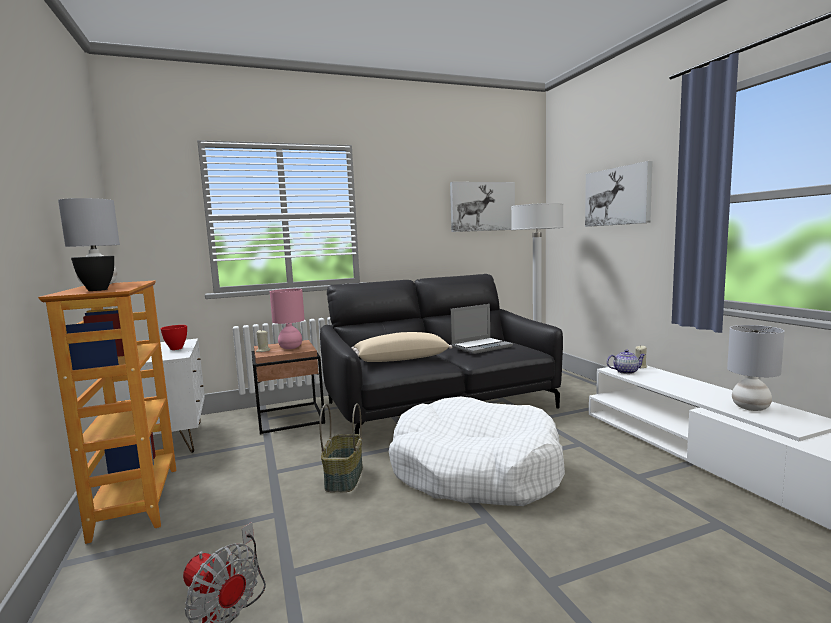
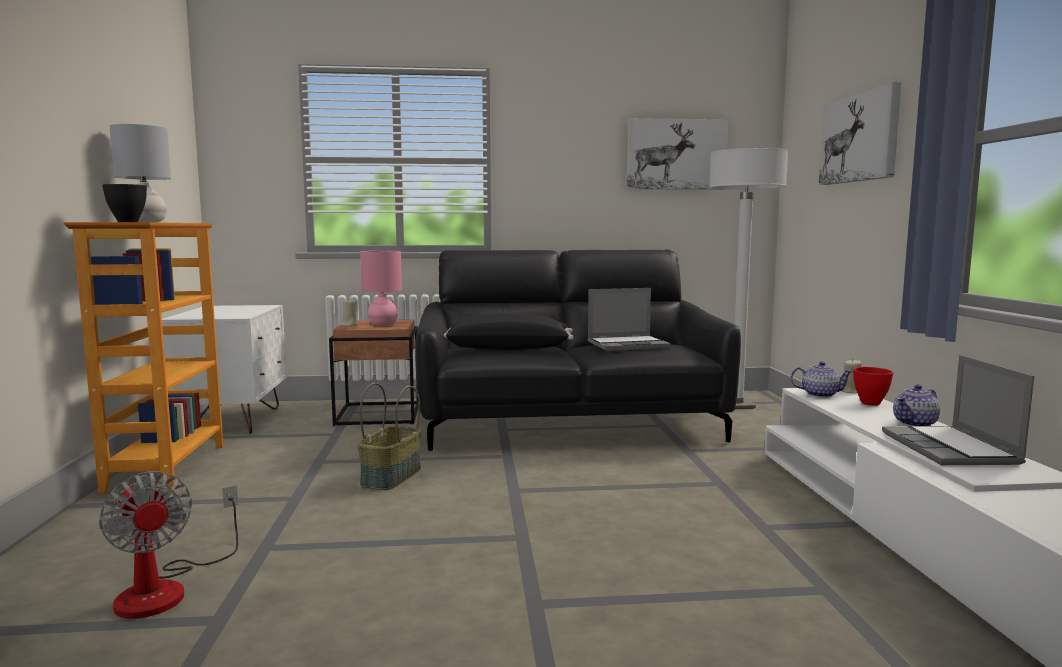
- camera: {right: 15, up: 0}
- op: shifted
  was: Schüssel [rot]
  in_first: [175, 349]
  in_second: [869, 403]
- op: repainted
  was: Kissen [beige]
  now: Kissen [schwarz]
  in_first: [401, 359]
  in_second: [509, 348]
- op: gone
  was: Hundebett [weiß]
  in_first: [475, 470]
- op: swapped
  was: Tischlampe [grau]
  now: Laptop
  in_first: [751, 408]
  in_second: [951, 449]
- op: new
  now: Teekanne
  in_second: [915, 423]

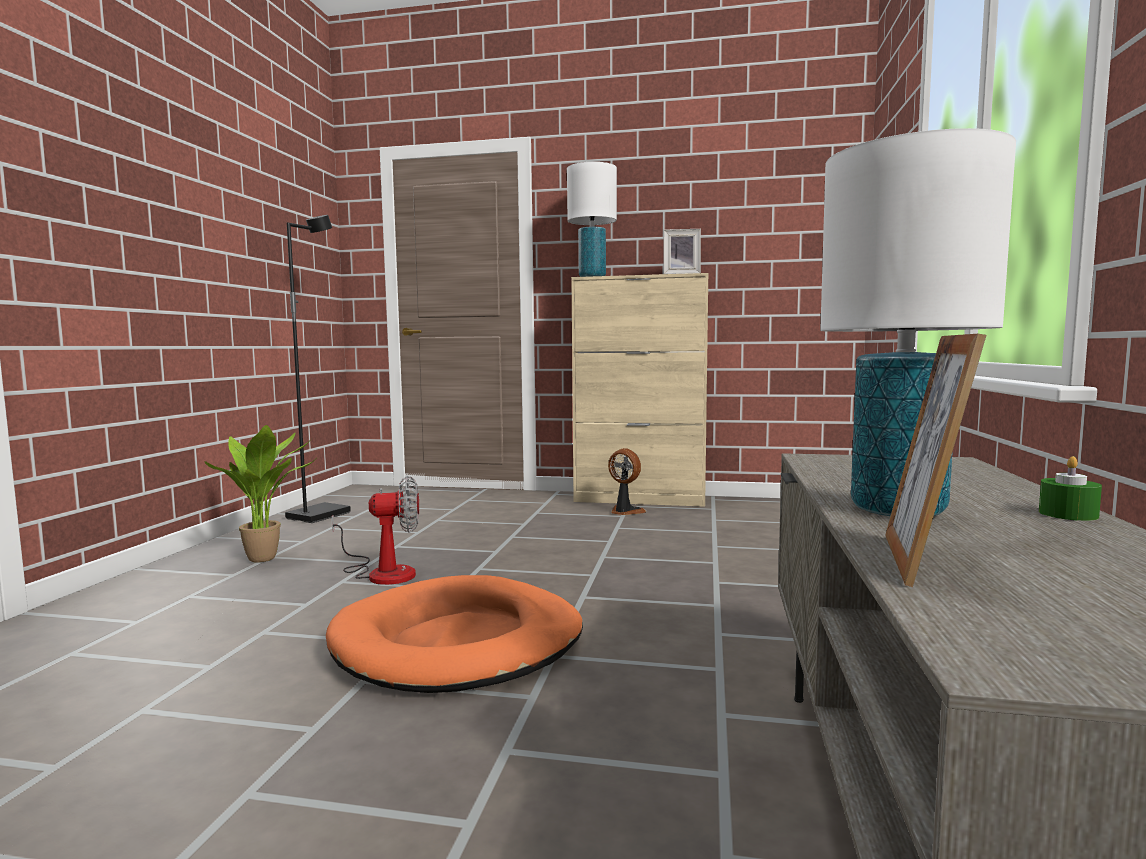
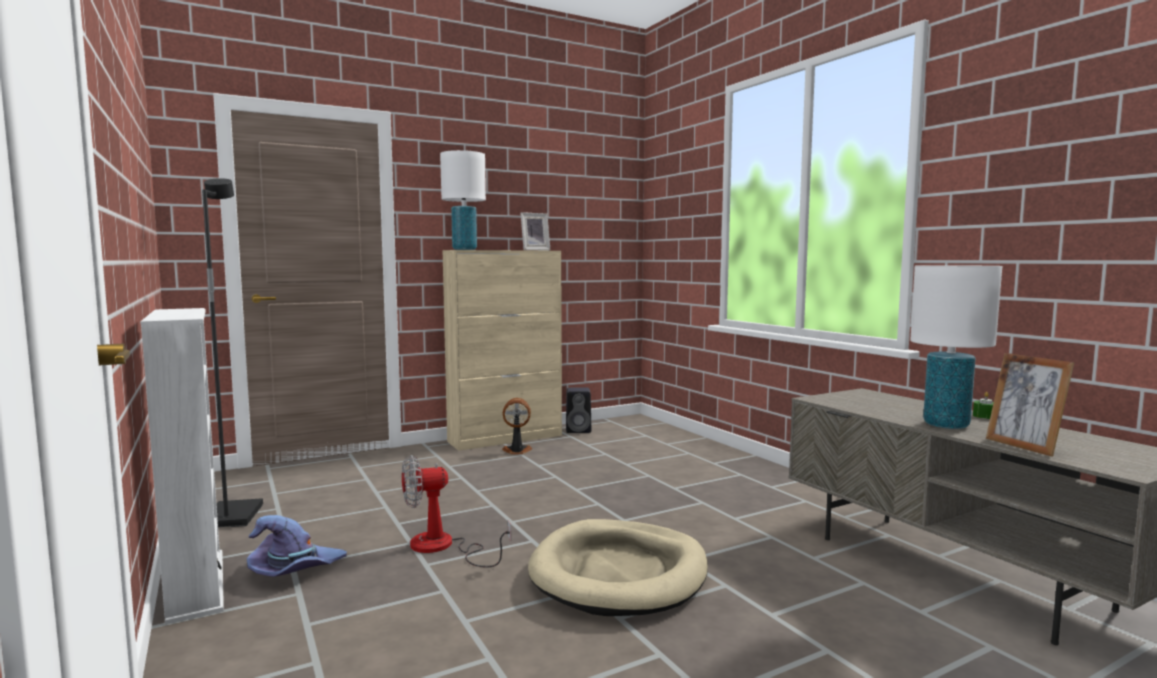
- camera: {right: -40, up: 0}
- op: swapped
  was: Topfpflanze
  now: Hut [lila]
  in_first: [267, 559]
  in_second: [295, 570]
- op: repainted
  was: Hundebett [orange]
  now: Hundebett [beige]
  in_first: [459, 642]
  in_second: [619, 573]
- op: rotated
  was: Ventilator
  in_first: [382, 572]
  in_second: [443, 547]
  clockwise: -150
- op: new
  now: Bücherregal [weiß]
  in_second: [195, 585]
- op: new
  now: Lautsprecher [schwarz]
  in_second: [579, 430]

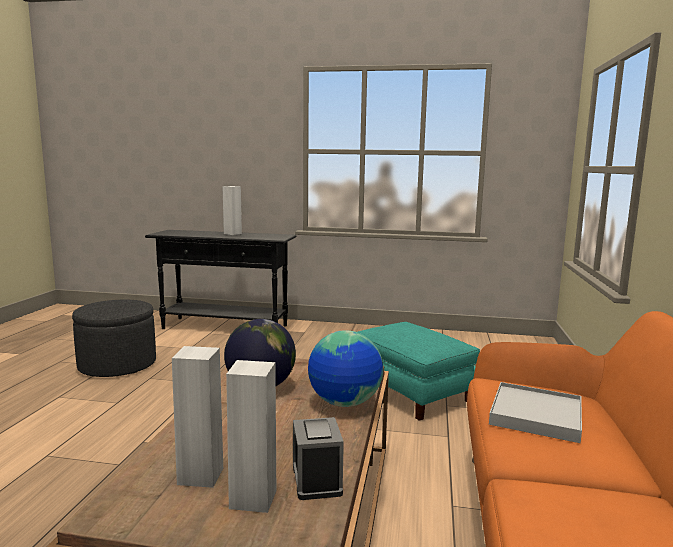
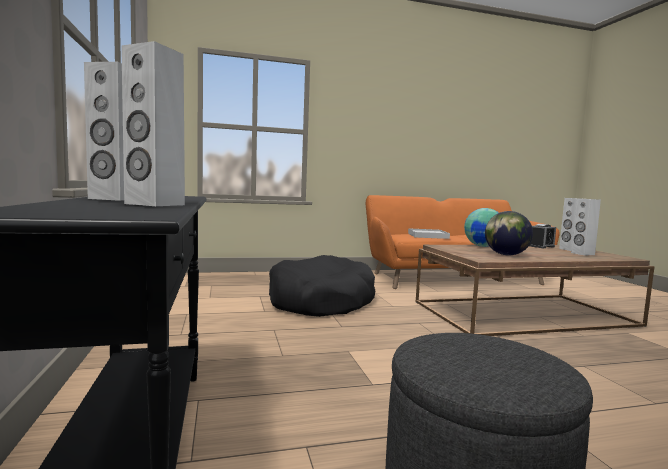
- camera: {right: -115, up: -5}
- op: swapped
  was: Polsterhocker [türkis]
  now: Hundebett [schwarz]
  in_first: [412, 392]
  in_second: [321, 301]
- op: new
  now: Lautsprecher [weiß]
  in_second: [154, 204]

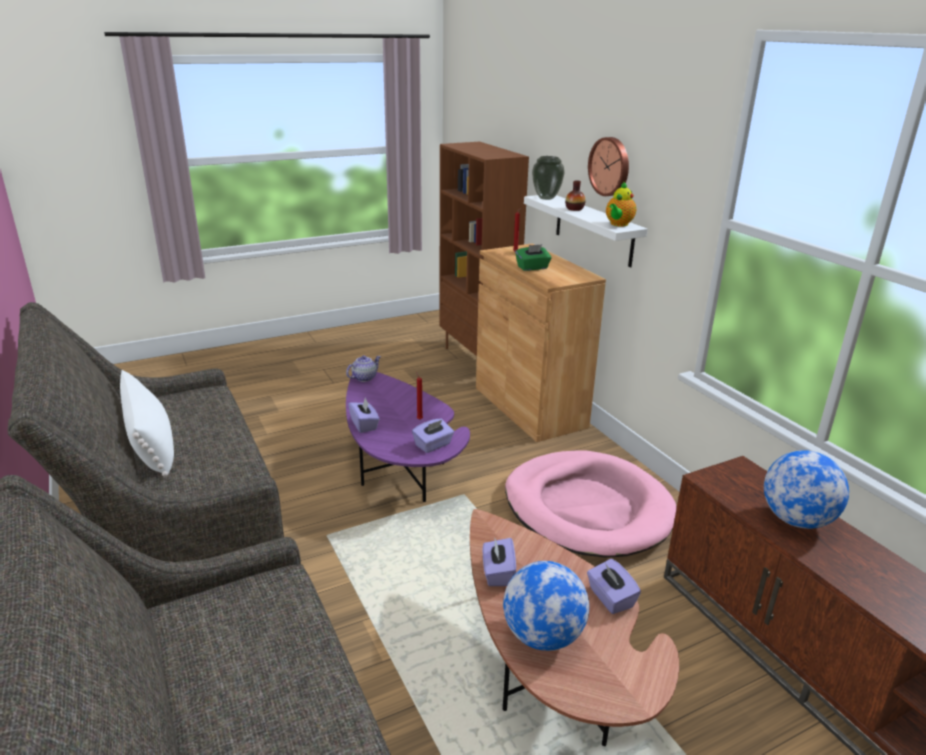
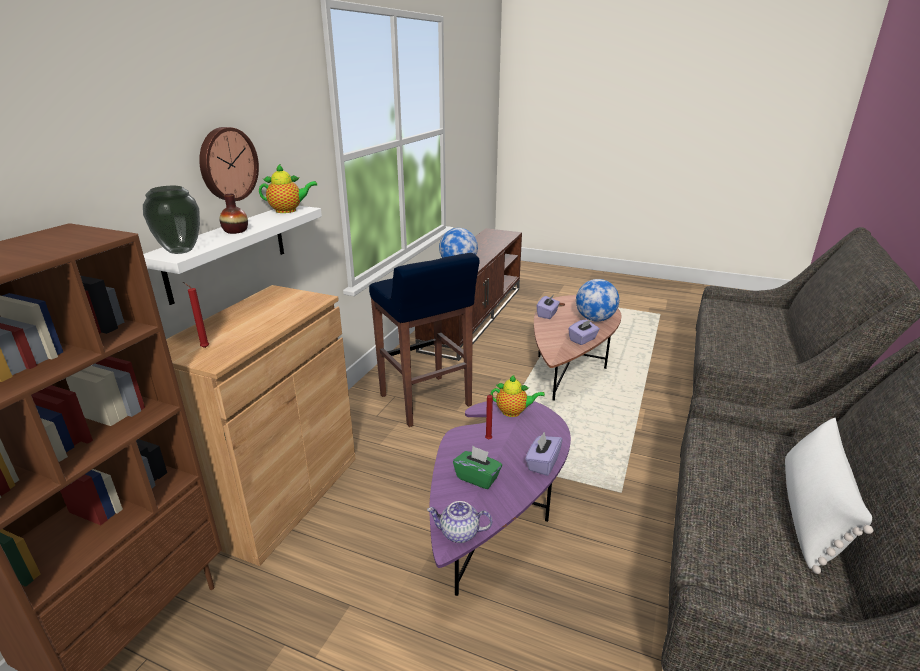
- camera: {right: -130, up: 0}
- op: swapped
  was: Taschentuchbox [lila]
  now: Teekanne
  in_first: [433, 445]
  in_second: [513, 412]
- op: swapped
  was: Hundebett [rosa]
  now: Hocker [blau]
  in_first: [587, 508]
  in_second: [426, 401]
- op: shifted
  was: Taschentuchbox [grün]
  in_first: [532, 268]
  in_second: [477, 478]

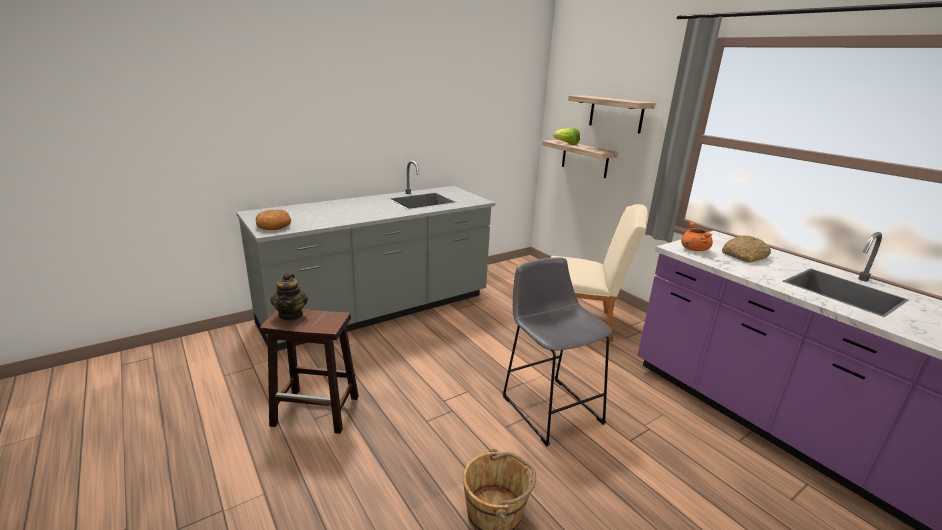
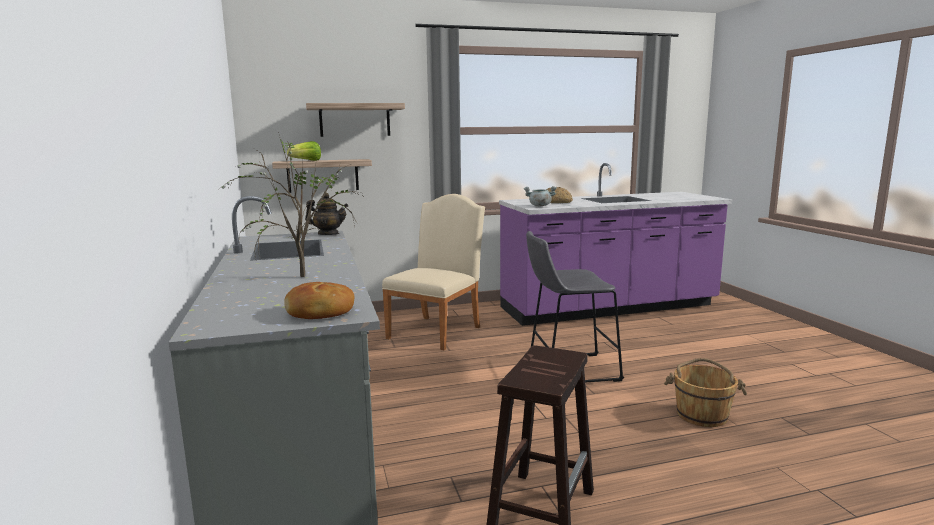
- camera: {right: -70, up: -10}
- op: shifted
  was: Teekanne
  in_first: [291, 315]
  in_second: [328, 234]
- op: repainted
  was: Kochtopf [orange]
  now: Kochtopf [grau]
  in_first: [693, 249]
  in_second: [539, 206]
- op: new
  now: Topfpflanze
  in_second: [299, 276]

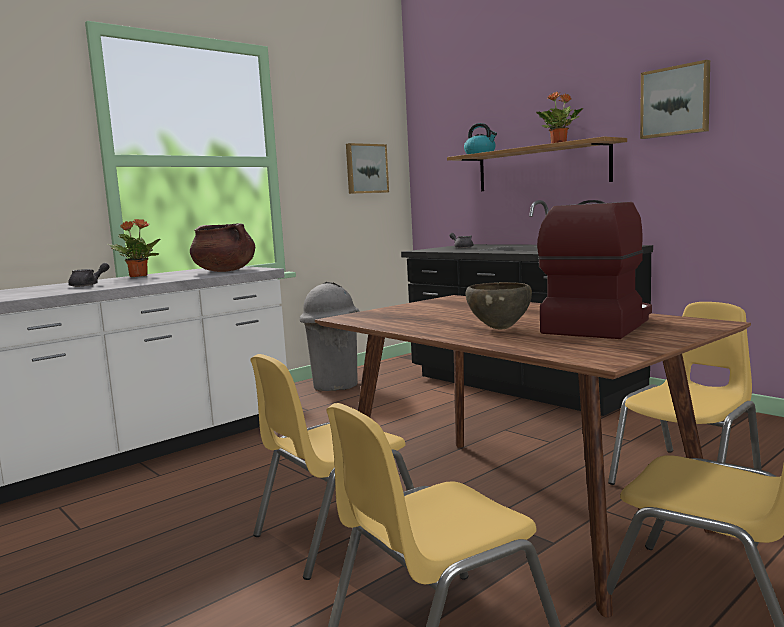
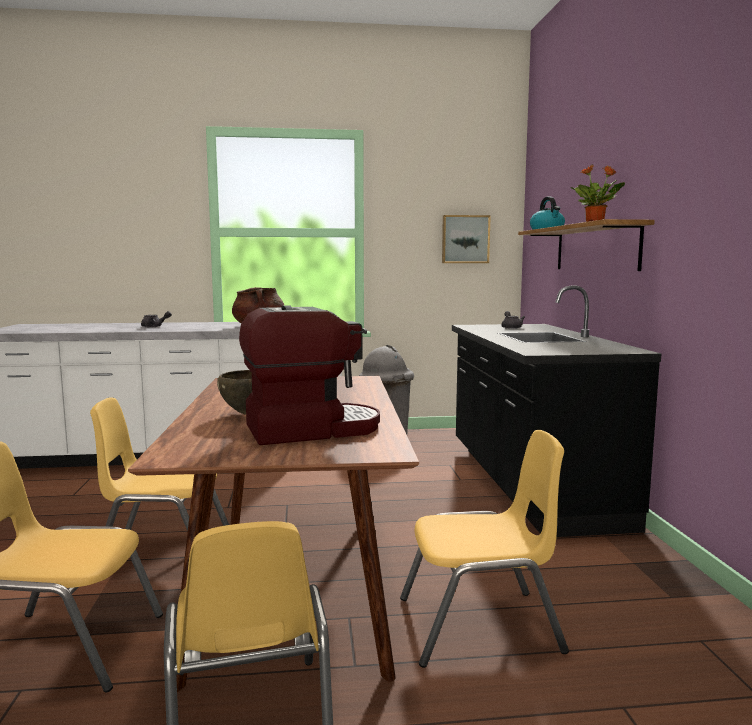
- camera: {right: 35, up: 0}
- op: gone
  was: Topfpflanze
  in_first: [138, 276]
- op: gone
  was: Bild
  in_first: [675, 101]

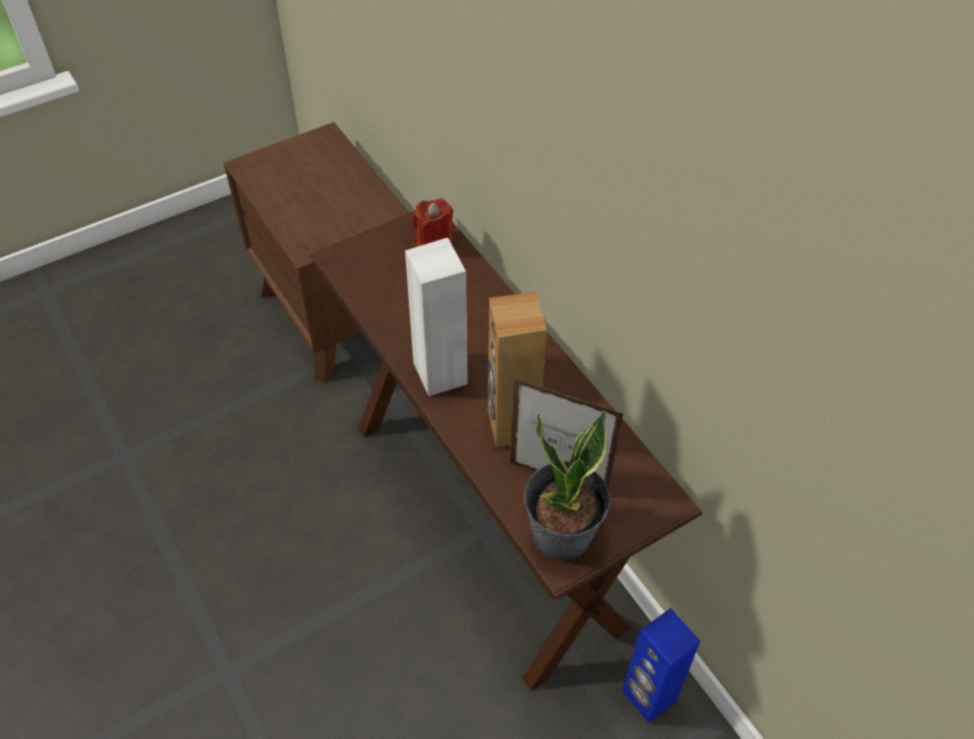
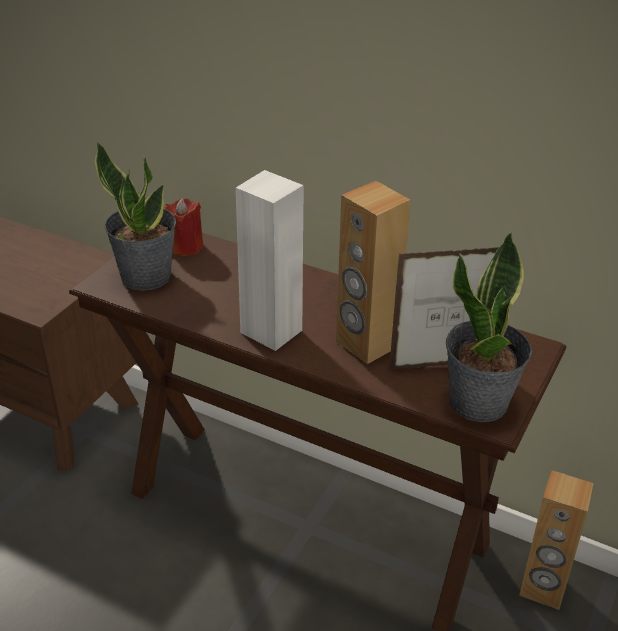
- camera: {right: -30, up: -15}
- op: repainted
  was: Lautsprecher [blau]
  now: Lautsprecher [braun]
  in_first: [648, 696]
  in_second: [543, 589]
- op: new
  now: Topfpflanze
  in_second: [146, 276]

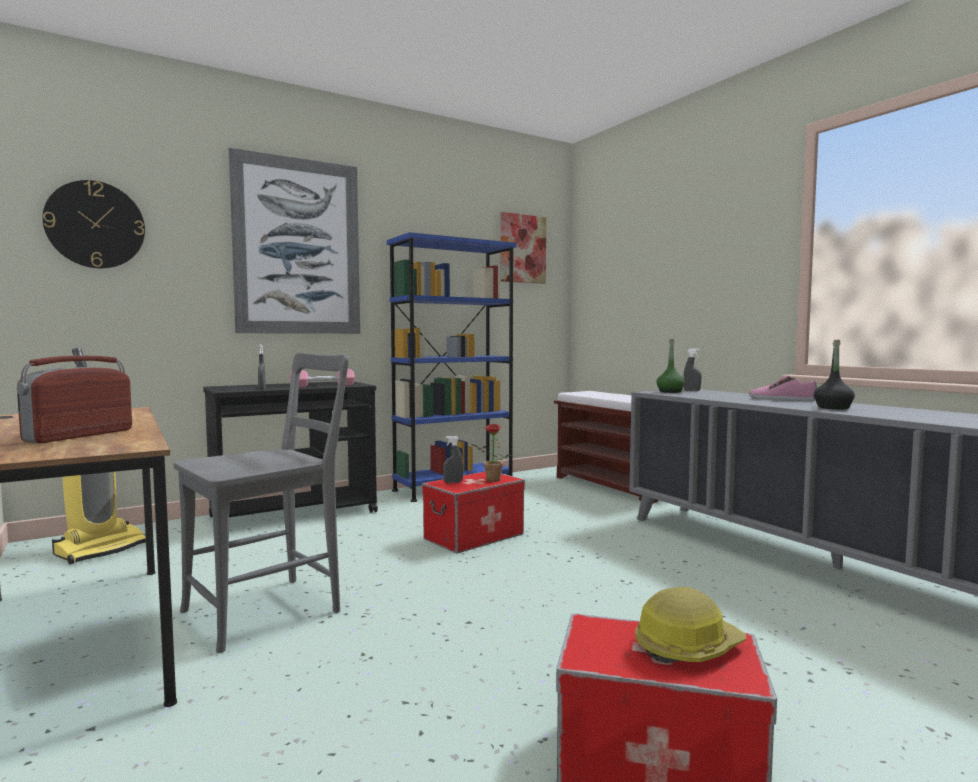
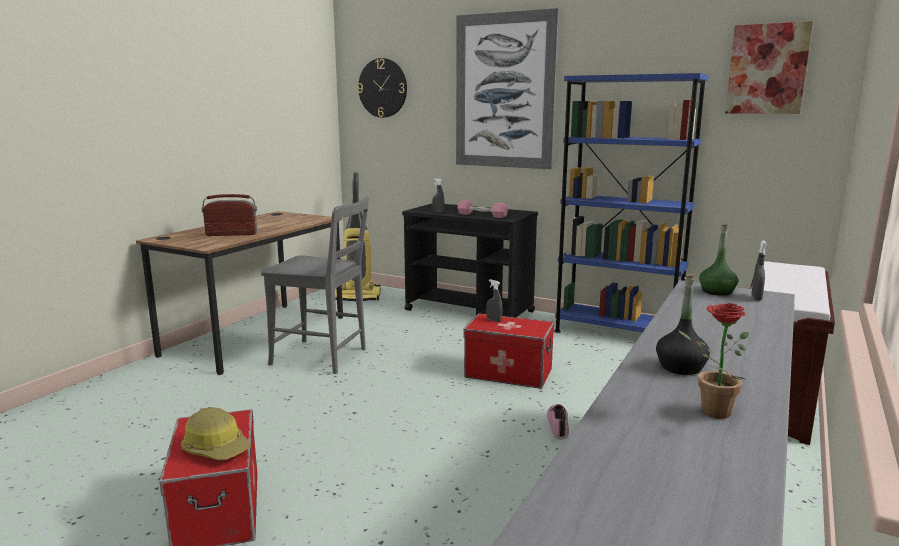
- camera: {right: 60, up: 10}
- op: shifted
  was: Topfpflanze
  in_first: [490, 480]
  in_second: [709, 411]
- op: shifted
  was: Schuh
  in_first: [782, 399]
  in_second: [559, 424]

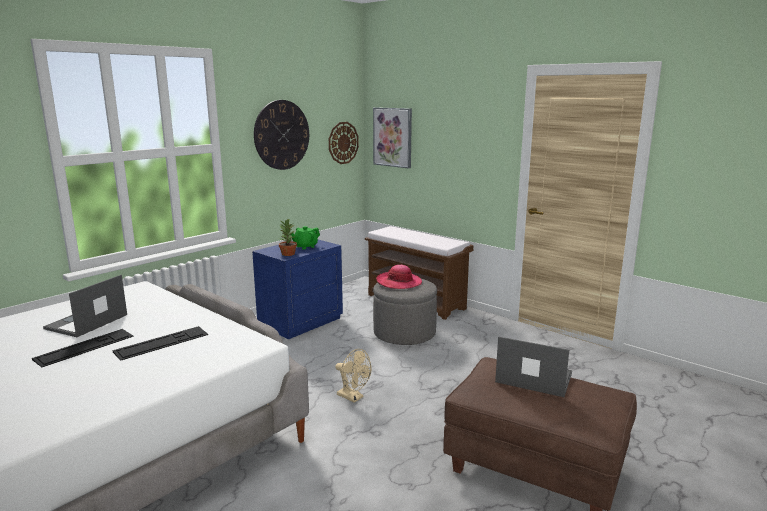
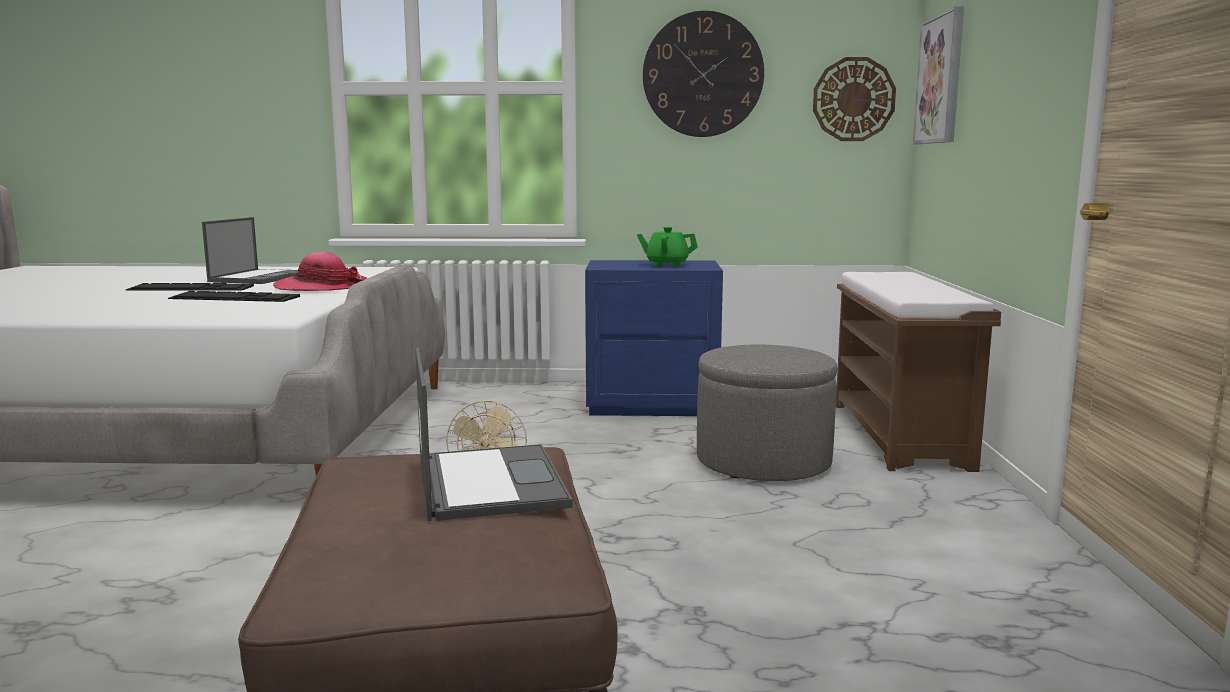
- camera: {right: 50, up: -5}
- op: rotated
  was: Laptop
  in_first: [86, 322]
  in_second: [259, 278]
  clockwise: 120
- op: gone
  was: Topfpflanze
  in_first: [287, 254]
- op: shifted
  was: Hut
  in_first: [399, 282]
  in_second: [321, 287]

